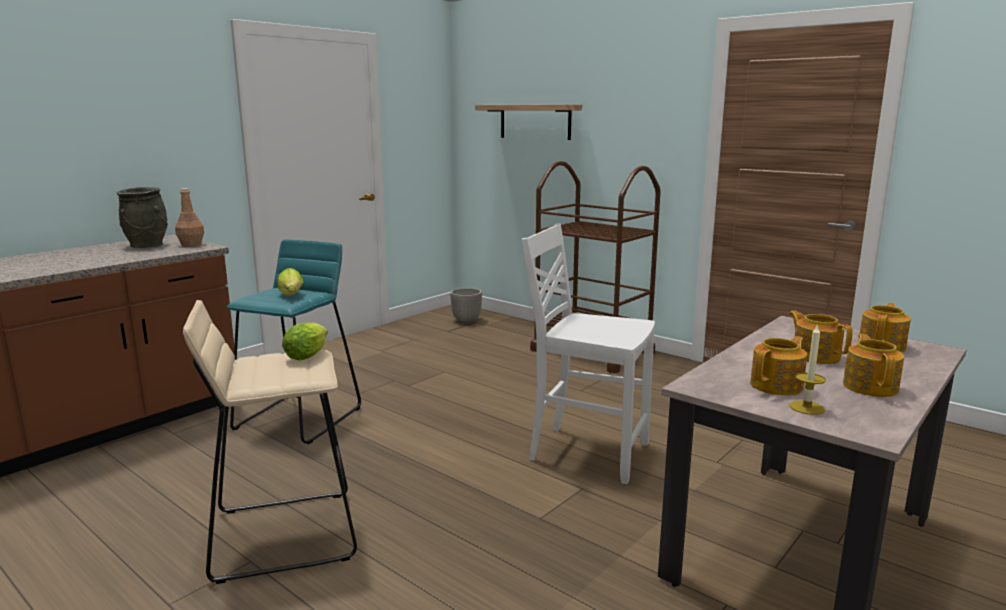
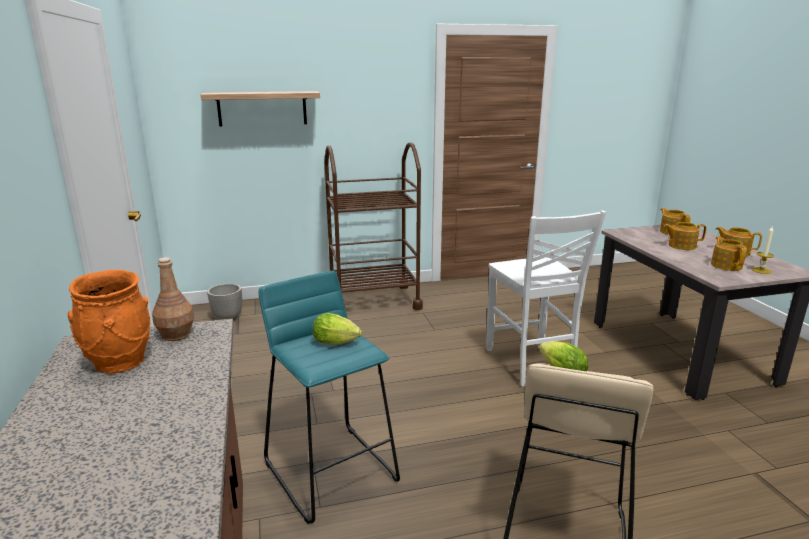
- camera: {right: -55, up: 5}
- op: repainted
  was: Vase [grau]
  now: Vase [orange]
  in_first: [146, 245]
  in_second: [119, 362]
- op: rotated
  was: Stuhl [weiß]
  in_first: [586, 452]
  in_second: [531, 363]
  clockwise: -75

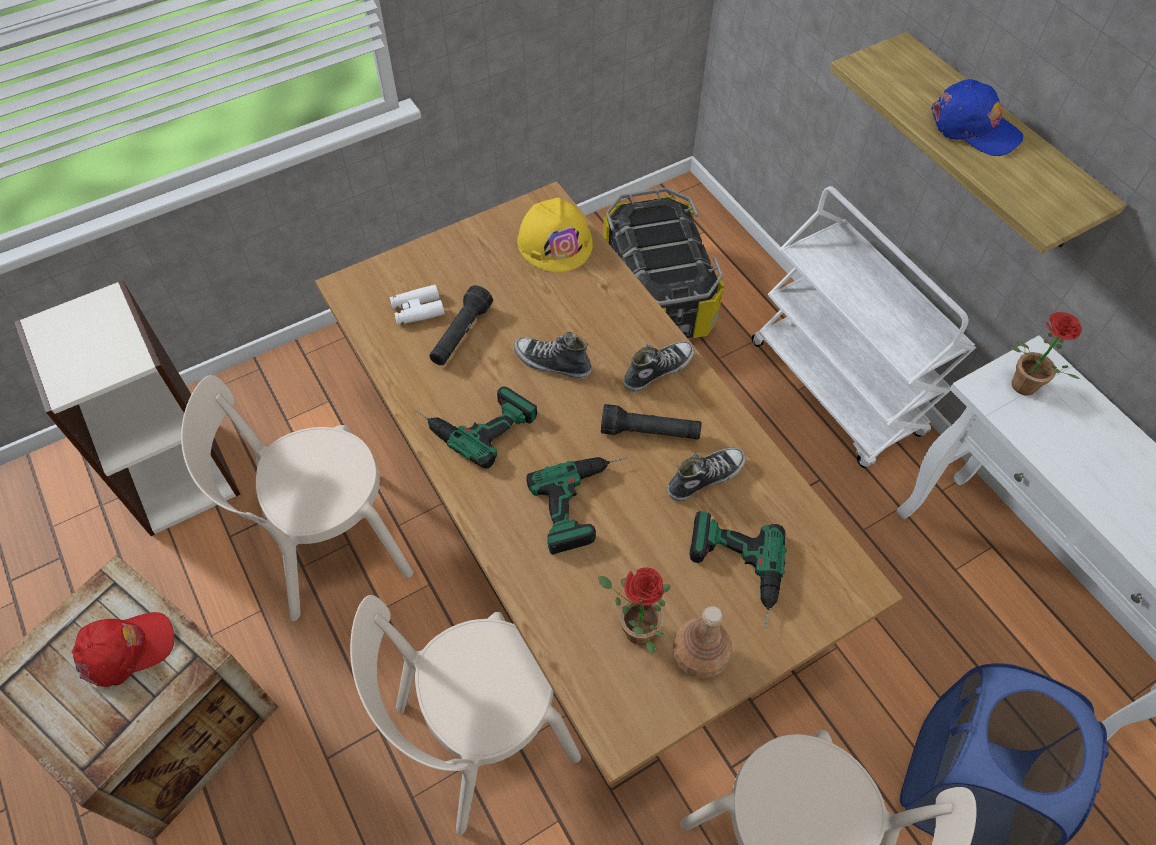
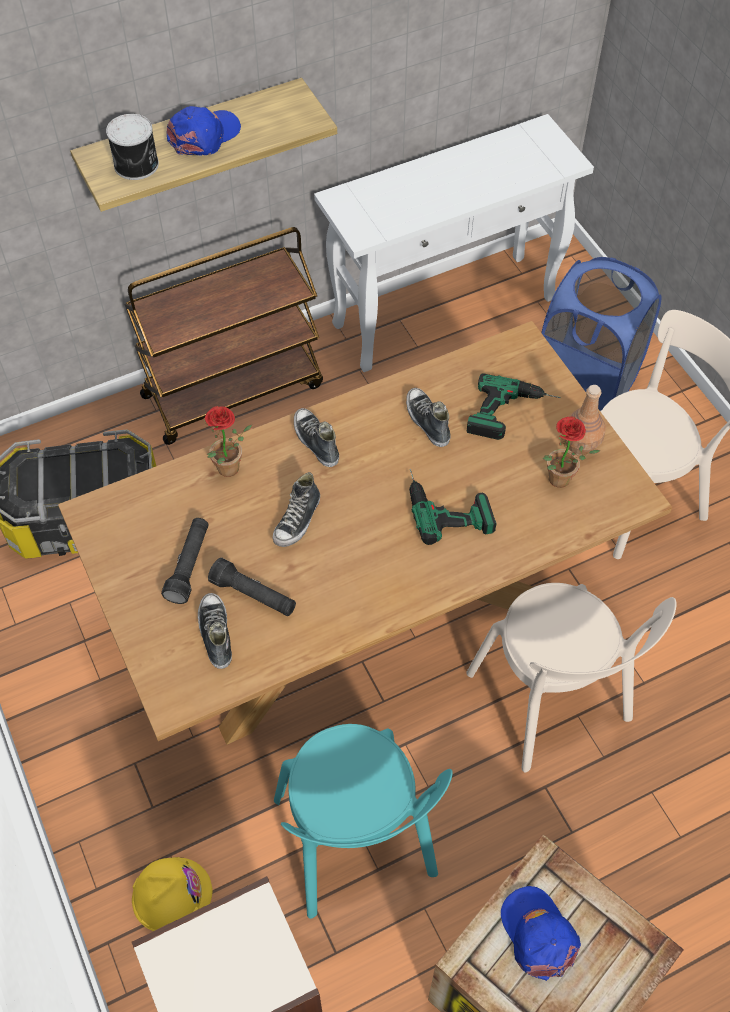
- camera: {right: -85, up: 0}
- op: repainted
  was: Kappe [rot]
  now: Kappe [blau]
  in_first: [126, 649]
  in_second: [538, 934]
- op: repainted
  was: Stuhl [beige]
  now: Stuhl [türkis]
  in_first: [328, 546]
  in_second: [356, 844]
- op: swapped
  was: Fernglas [weiß]
  now: Schuh
  in_first: [417, 310]
  in_second: [215, 634]
- op: gone
  was: Bohrmaschine
  in_first: [474, 420]
- op: shifted
  was: Schutzhelm [gelb]
  in_first: [555, 242]
  in_second: [171, 895]
- op: shifted
  was: Taschenlampe [schwarz]
  in_first: [650, 432]
  in_second: [189, 565]
- op: repainted
  was: Rollwagen [weiß]
  now: Rollwagen [braun]
  in_first: [837, 389]
  in_second: [233, 389]
- op: shifted
  was: Topfpflanze
  in_first: [1019, 387]
  in_second: [230, 472]
- op: new
  now: Dose
  in_second: [137, 164]

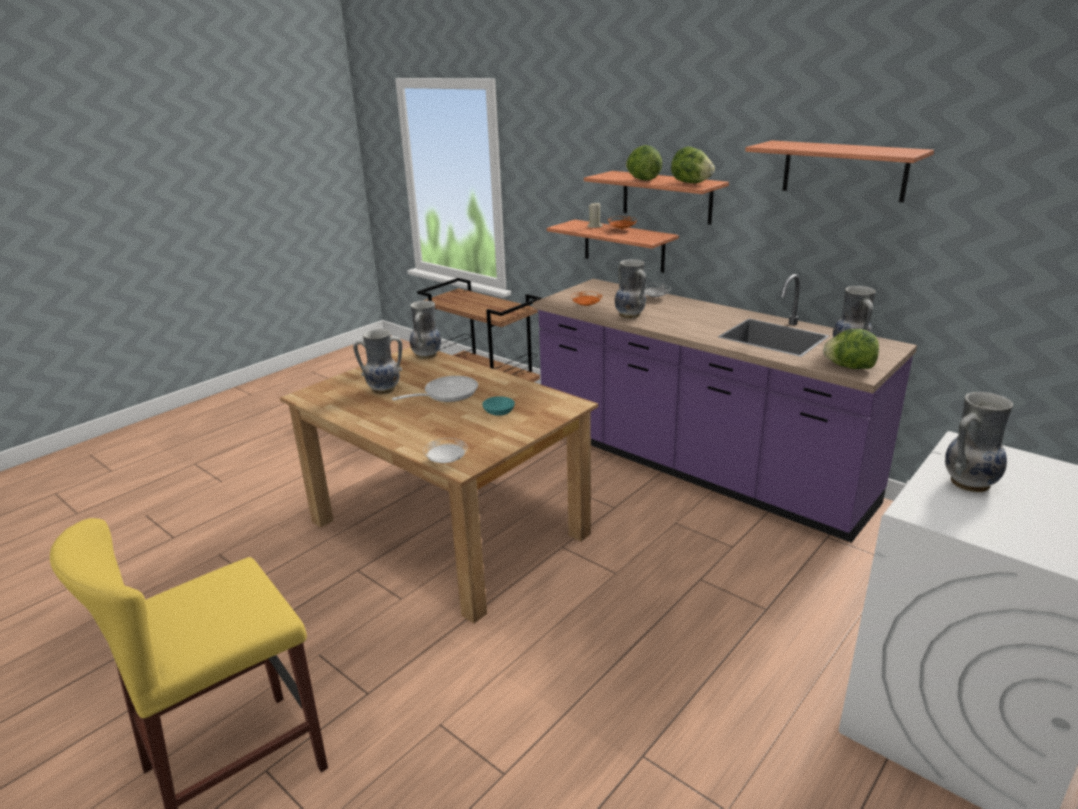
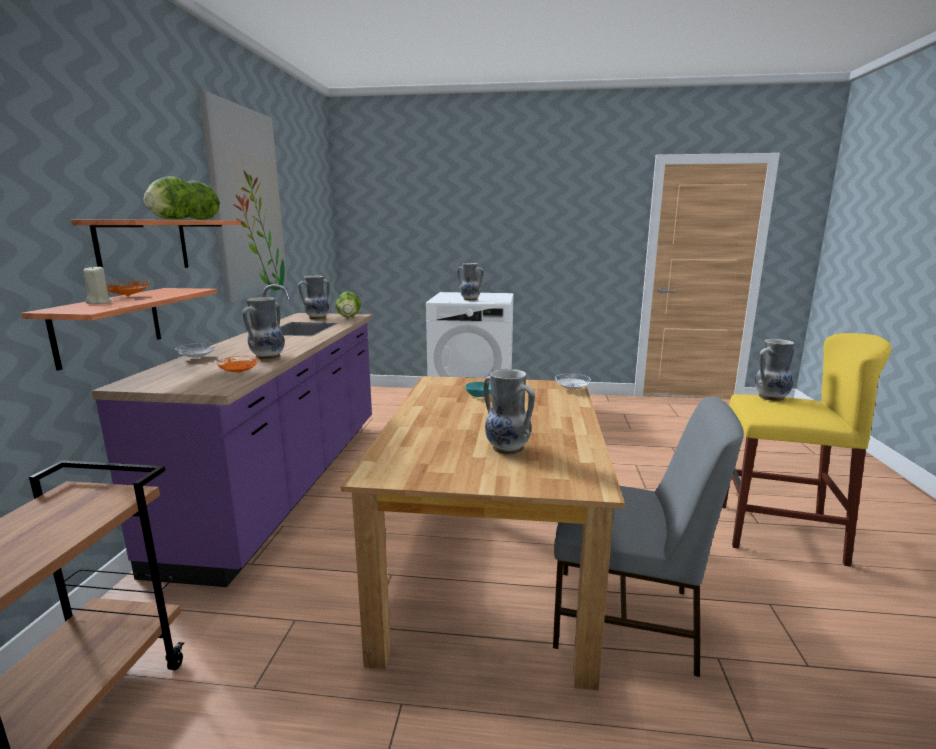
- camera: {right: -125, up: -10}
- op: gone
  was: Pfanne
  in_first: [446, 394]
- op: shifted
  was: Vase
  in_first: [427, 355]
  in_second: [770, 397]
- op: swapped
  was: Wandregal
  now: Bild
  in_first: [844, 170]
  in_second: [247, 204]
- op: new
  now: Stuhl [grau]
  in_second: [626, 619]

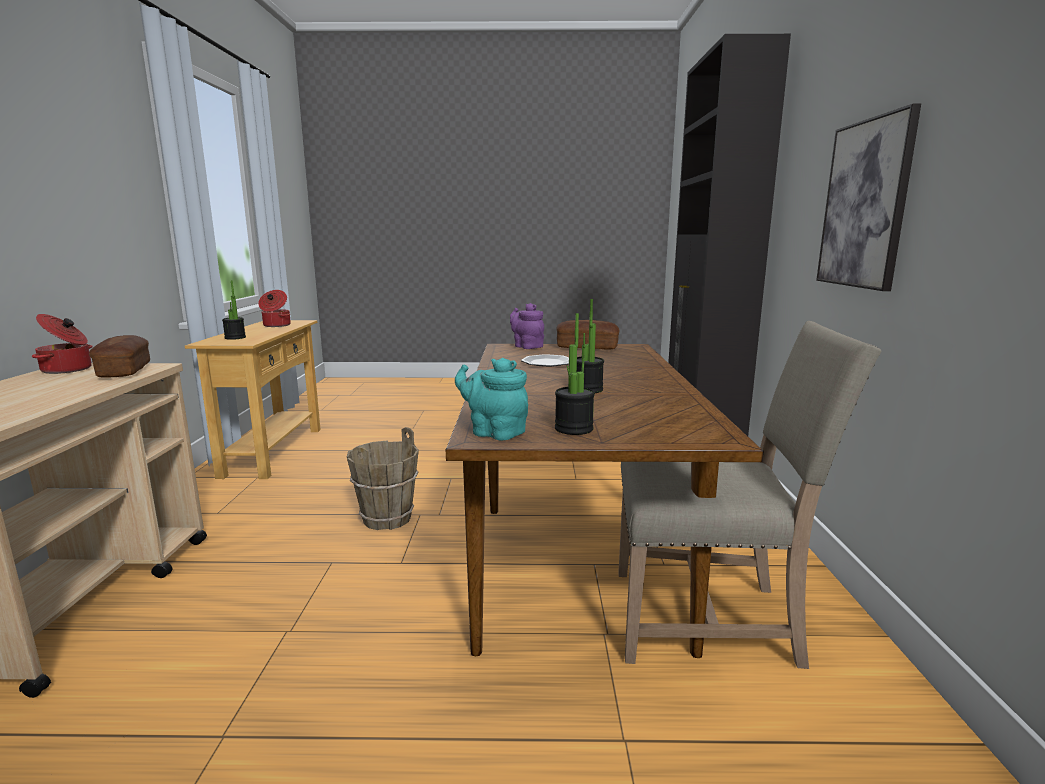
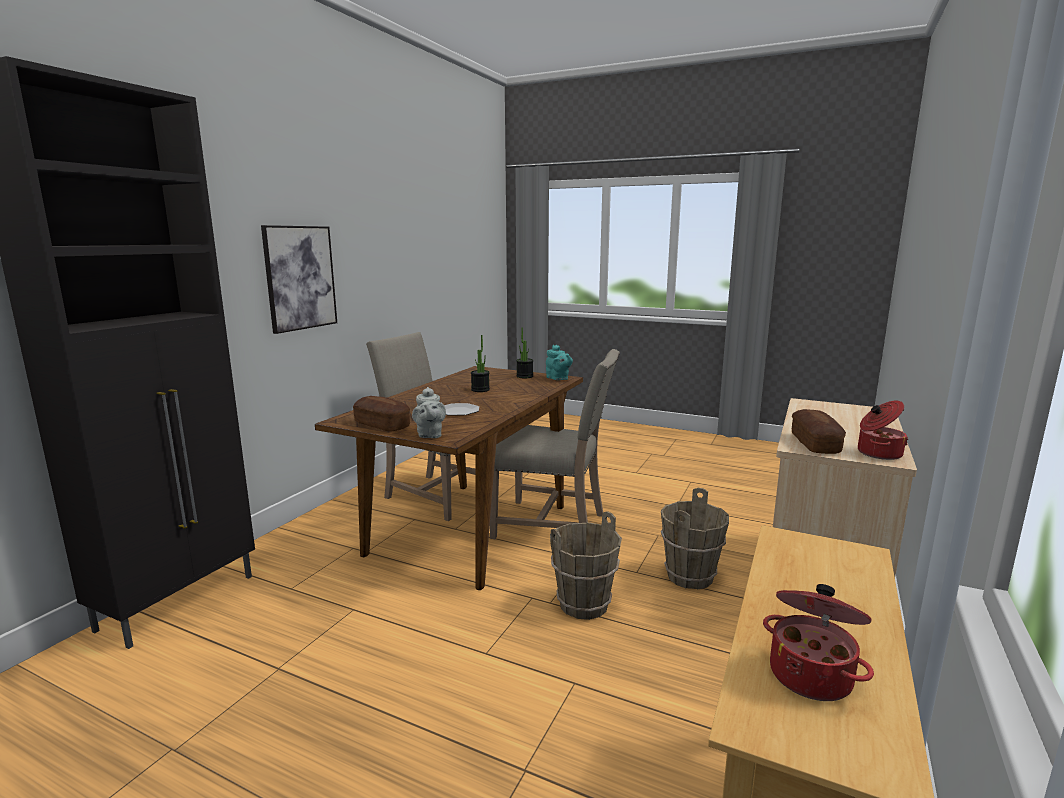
- camera: {right: -155, up: 0}
- op: gone
  was: Topfpflanze
  in_first: [235, 338]
- op: repainted
  was: Teekanne [lila]
  now: Teekanne [grau]
  in_first: [527, 346]
  in_second: [429, 435]
- op: new
  now: Stuhl [beige]
  in_second: [553, 525]
- op: new
  now: Eimer [braun]
  in_second: [690, 577]

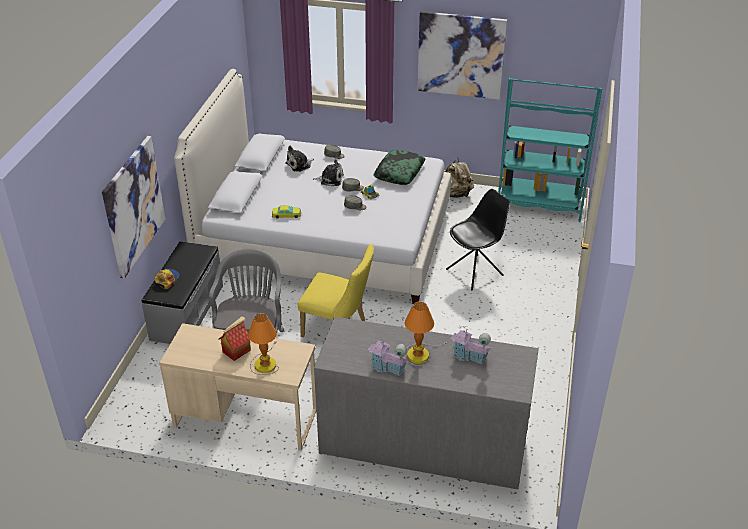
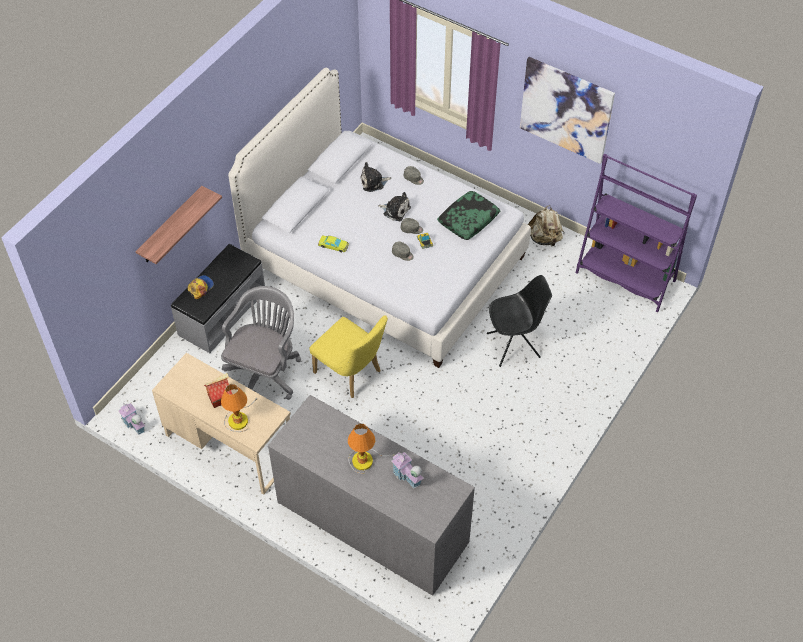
- camera: {right: 20, up: 15}
- op: swapped
  was: Bild
  now: Wandregal
  in_first: [133, 206]
  in_second: [171, 226]
- op: shifted
  was: Spielzeughaus
  in_first: [387, 368]
  in_second: [134, 425]
- op: repainted
  was: Bücherregal [türkis]
  now: Bücherregal [lila]
  in_first: [539, 204]
  in_second: [625, 277]

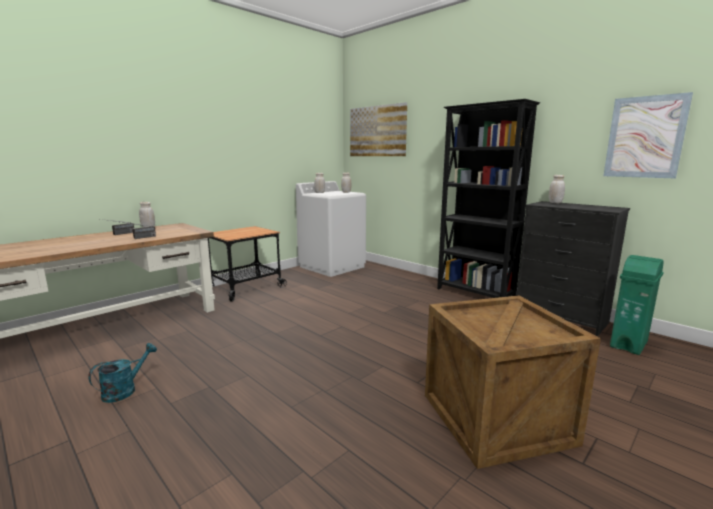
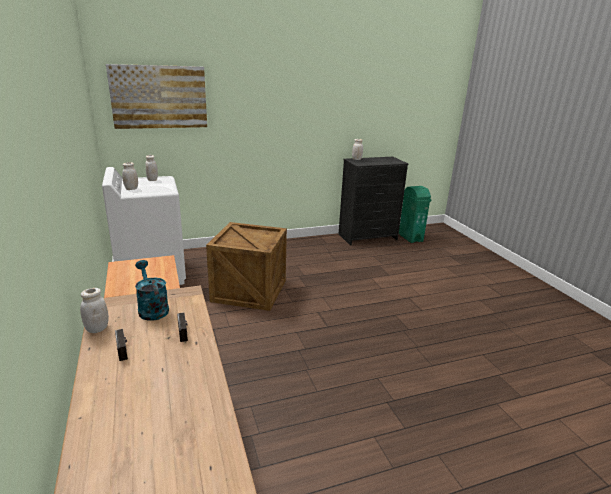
- camera: {right: -65, up: 10}
- op: shifted
  was: Gießkanne [türkis]
  in_first: [125, 390]
  in_second: [152, 308]
- op: shifted
  was: Kiste
  in_first: [495, 419]
  in_second: [250, 291]
- op: gone
  was: Bücherregal [schwarz]
  in_first: [475, 294]
- op: gone
  was: Bild
  in_first: [645, 137]

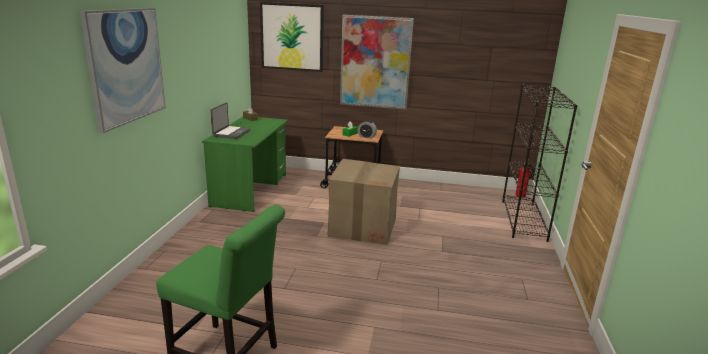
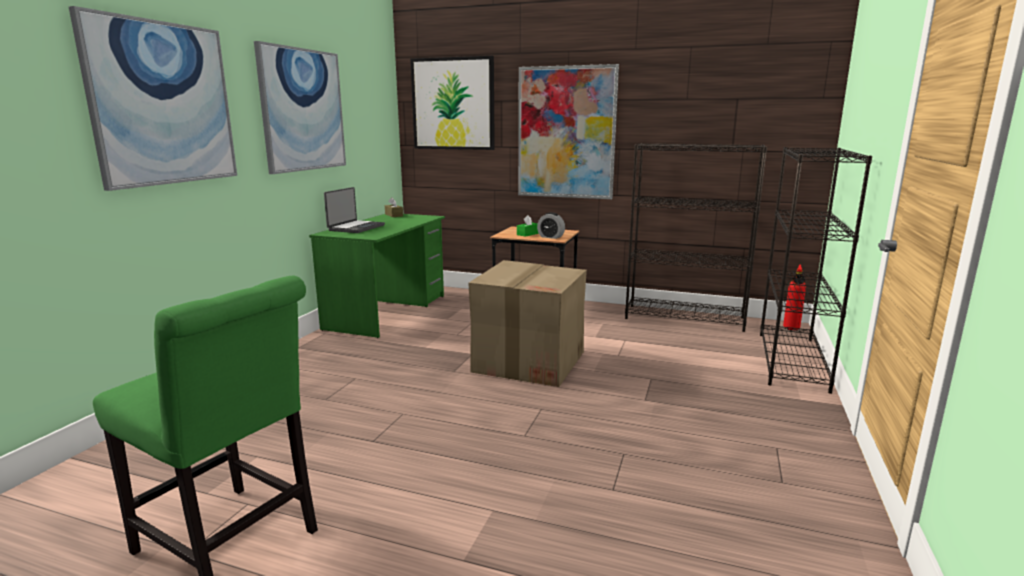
- camera: {right: 10, up: -5}
- op: new
  now: Bild
  in_second: [303, 110]
- op: new
  now: Bücherregal [schwarz]
  in_second: [685, 318]

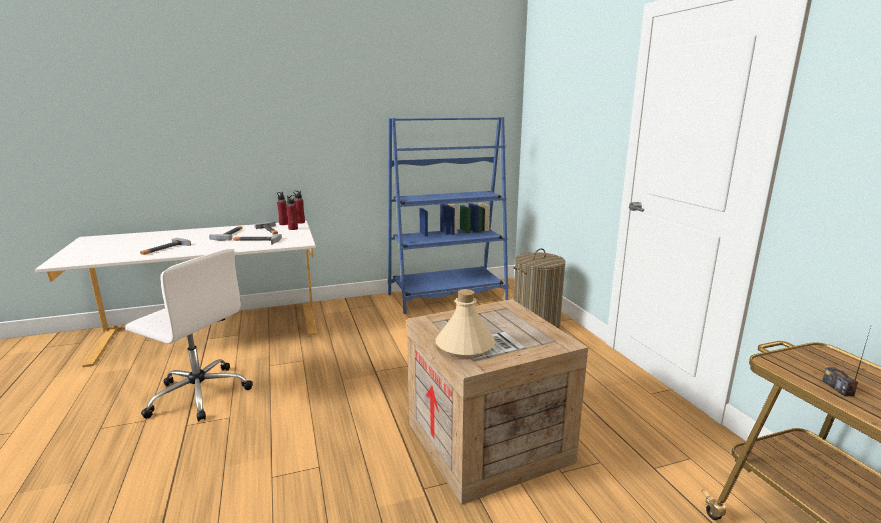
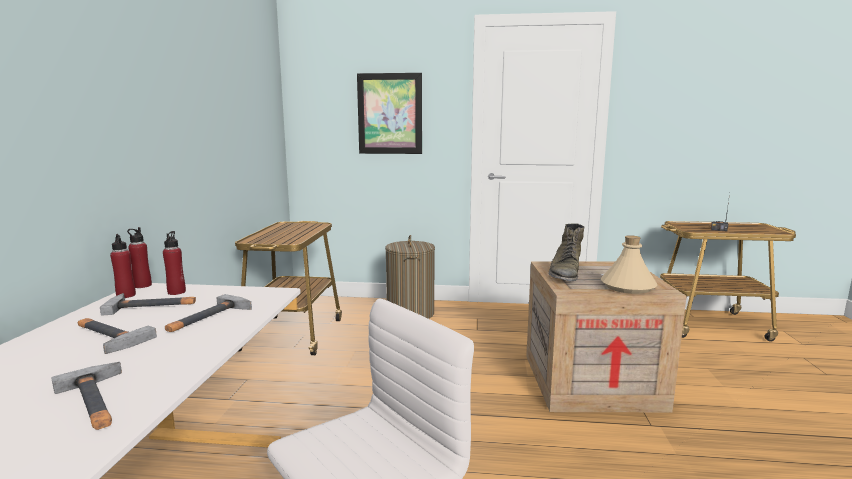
- camera: {right: -65, up: -5}
- op: swapped
  was: Bücherregal [blau]
  now: Rollwagen
  in_first: [447, 297]
  in_second: [293, 333]
- op: new
  now: Bild
  in_second: [390, 114]
- op: new
  now: Stiefel [grün]
  in_second: [565, 273]

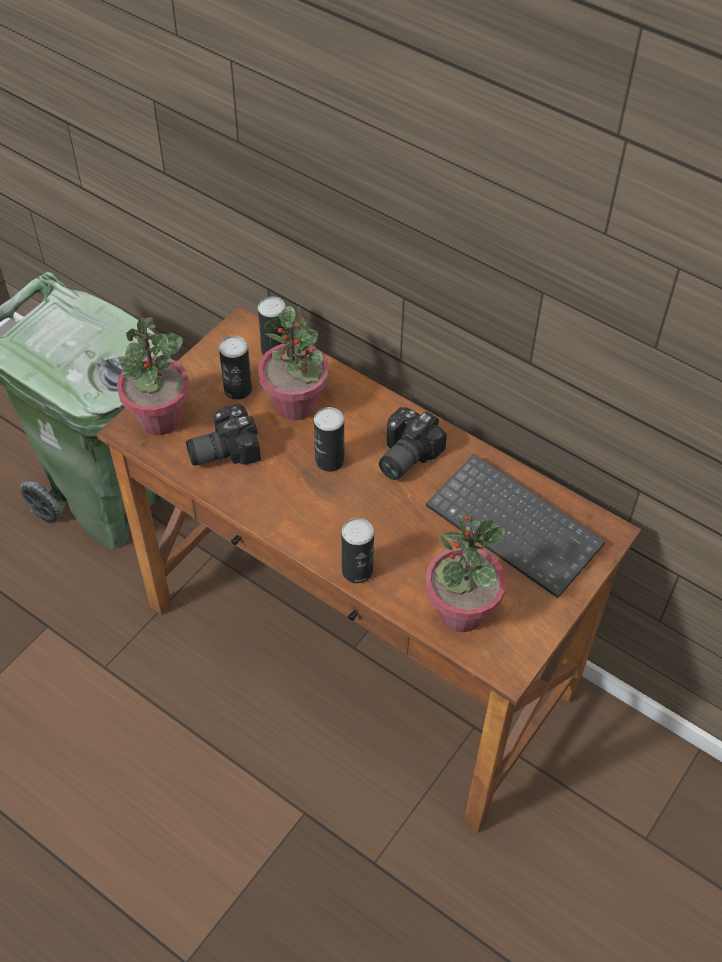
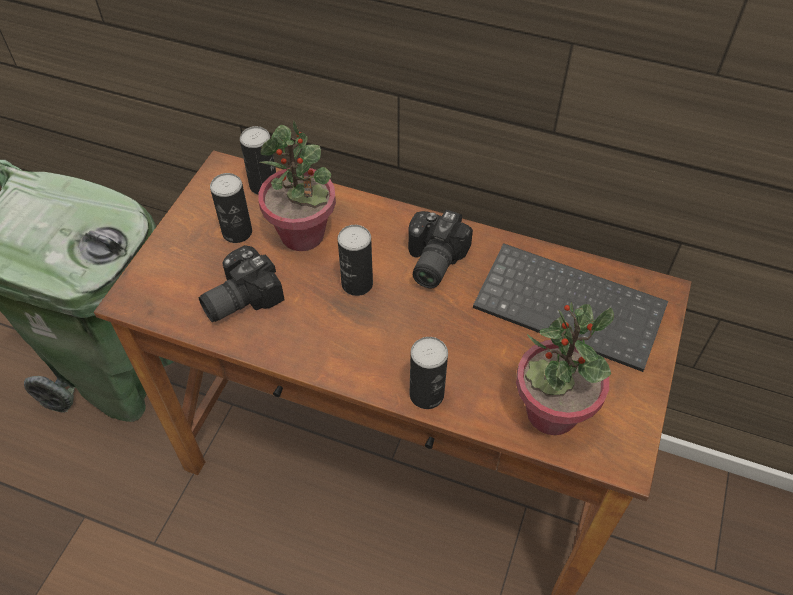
- camera: {right: -15, up: 0}
- op: gone
  was: Topfpflanze
  in_first: [159, 419]

